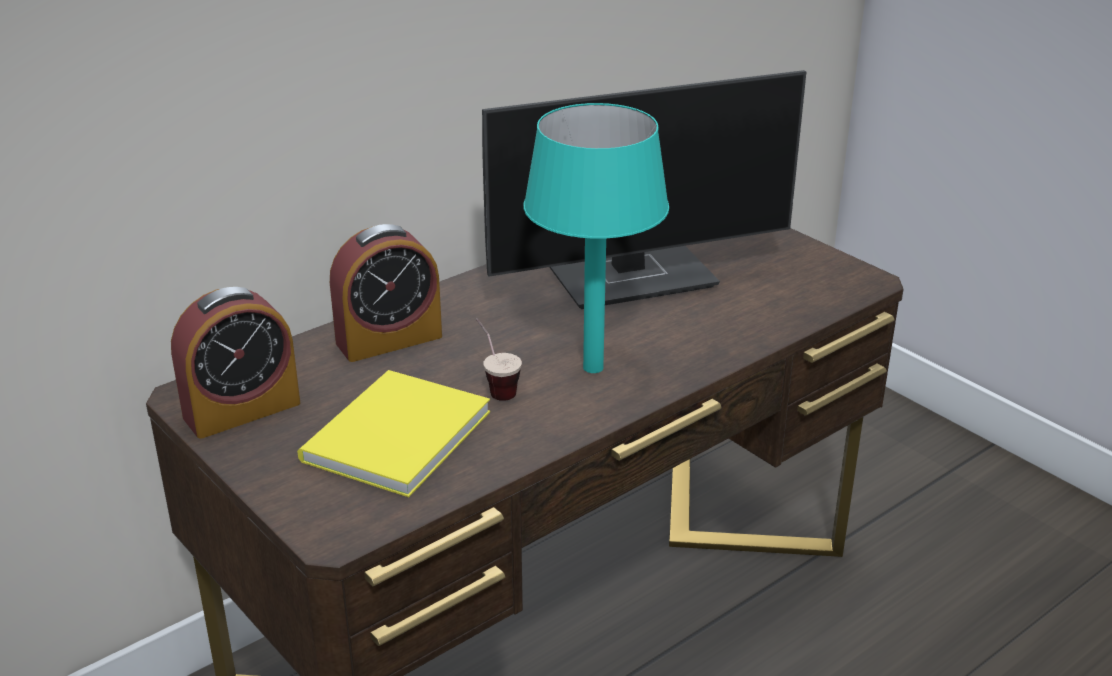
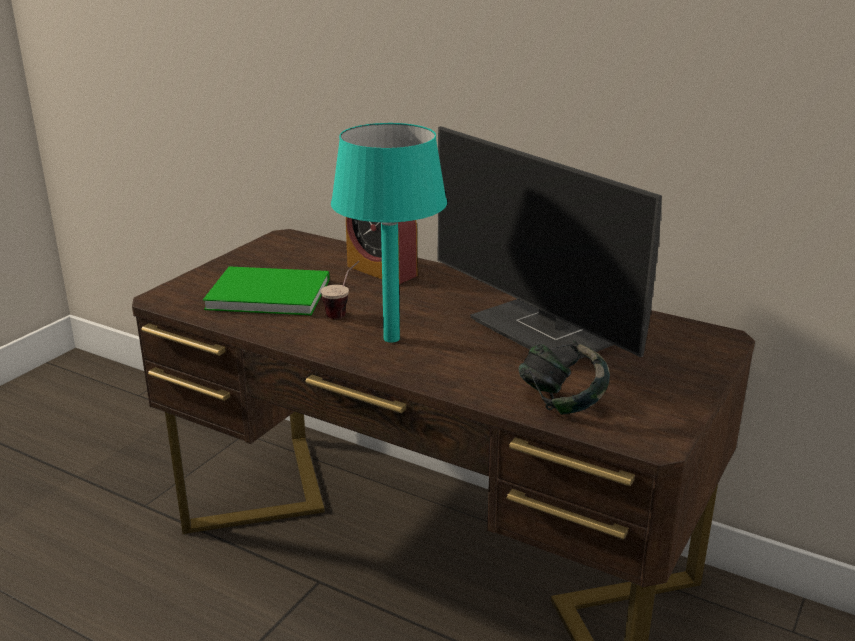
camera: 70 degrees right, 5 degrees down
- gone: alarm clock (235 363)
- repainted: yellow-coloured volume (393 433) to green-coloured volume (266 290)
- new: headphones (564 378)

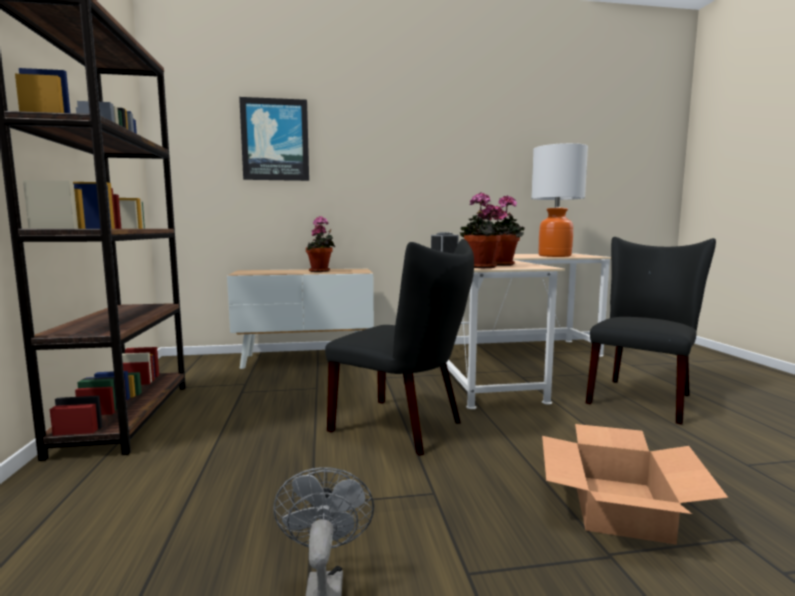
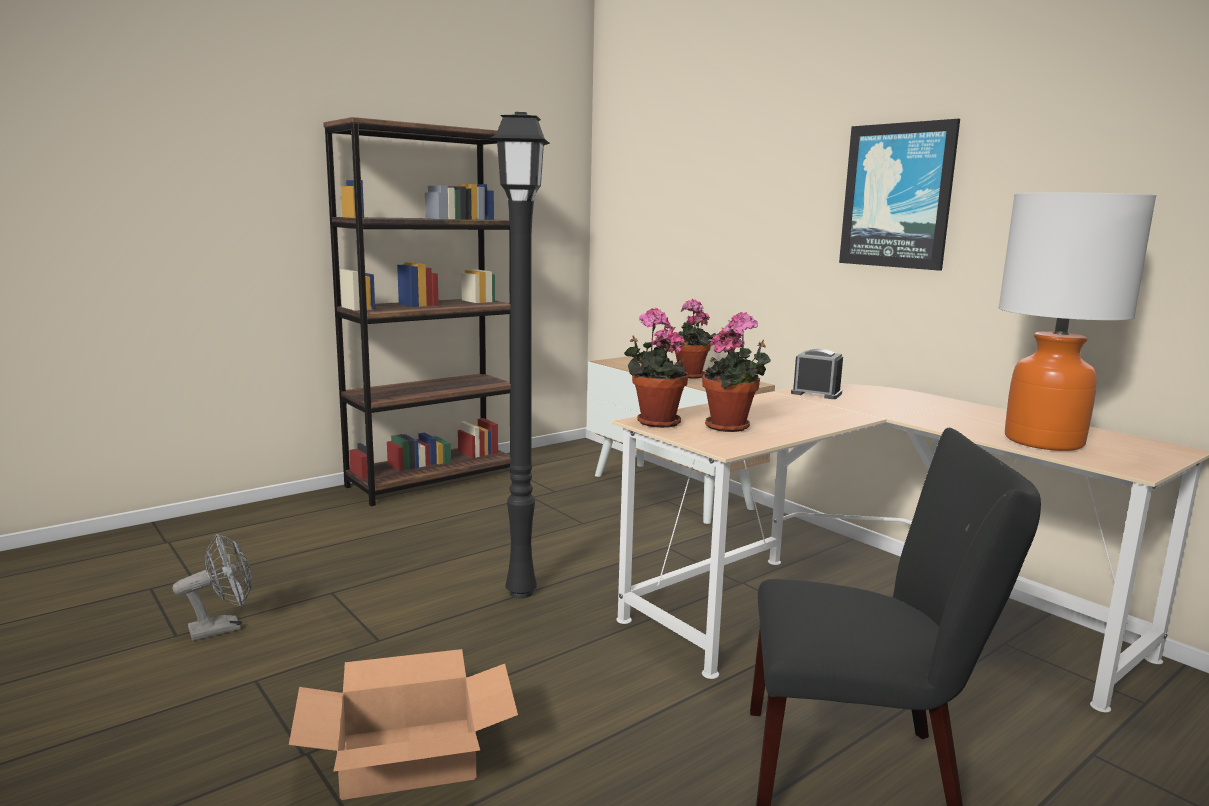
camera: 60 degrees right, 5 degrees up
- shifted: wall art (274 139) to (899 195)
- swapped: blackish upright chair (399 347) to blackish standard lamp (520 355)

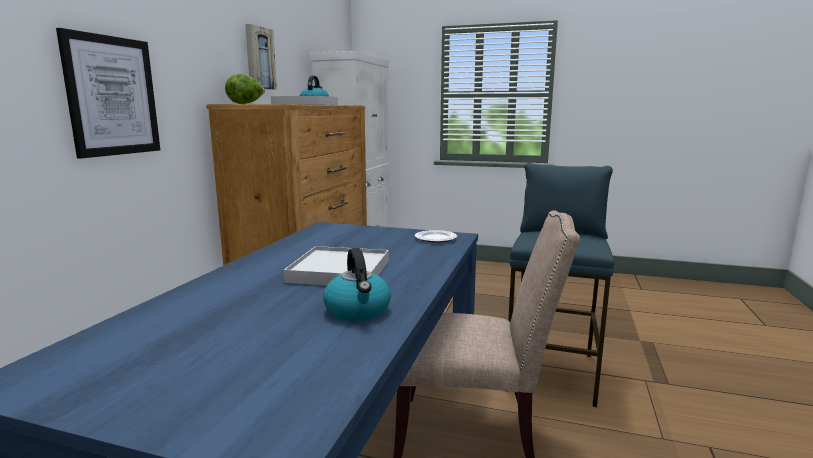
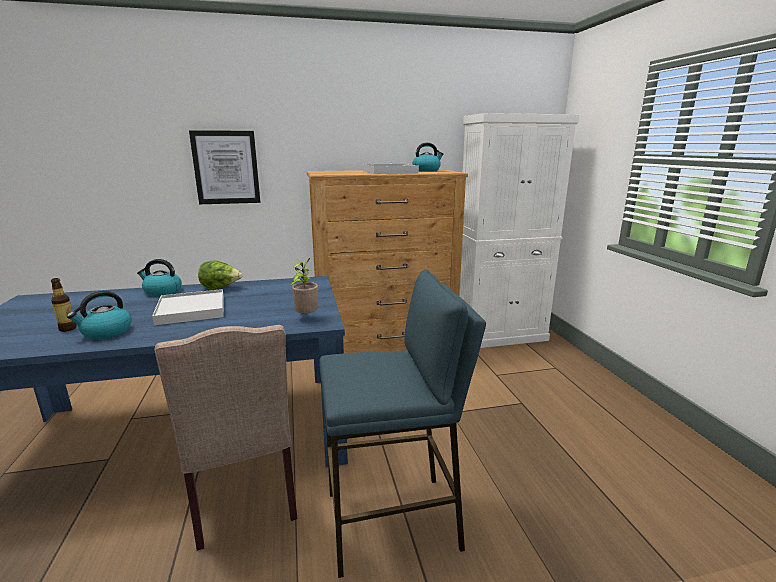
camera: 60 degrees right, 5 degrees up
- gone: wall art (261 57)
- shifted: lettuce head (245 89) to (220 274)
- swapped: dinner plate (436 236) to plant in a pot (304 285)
- new: kettle (159 277)
- new: drink bottle (63 305)

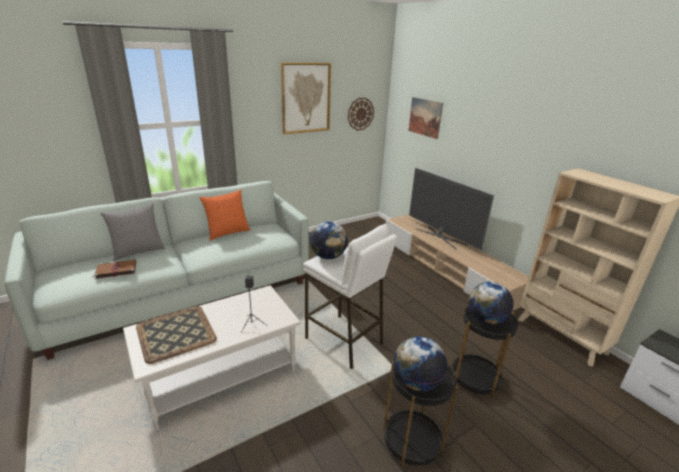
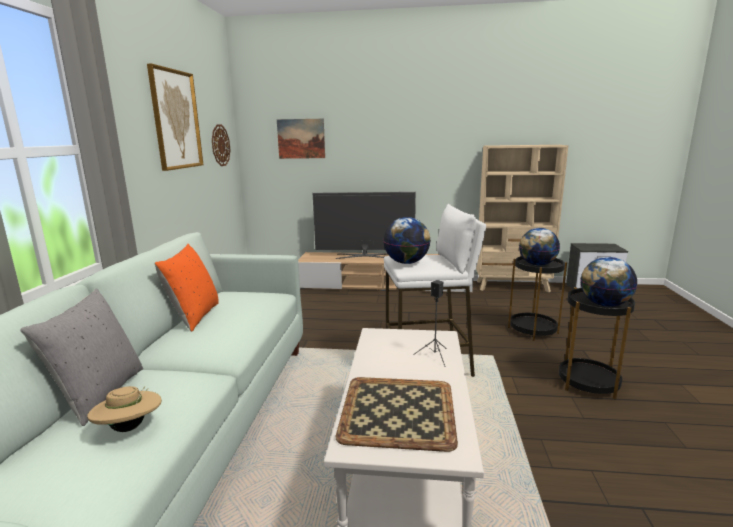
camera: 50 degrees left, 10 degrees down
- swapped: brown-coloured volume (115 269) to beige wearable hat (124 409)

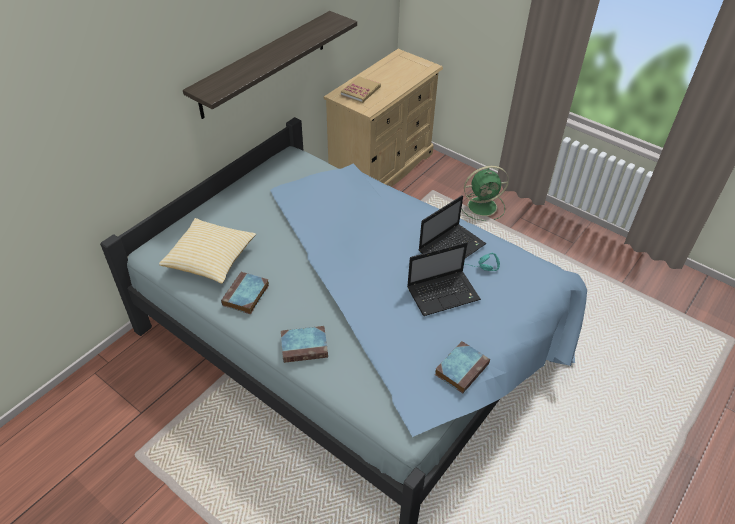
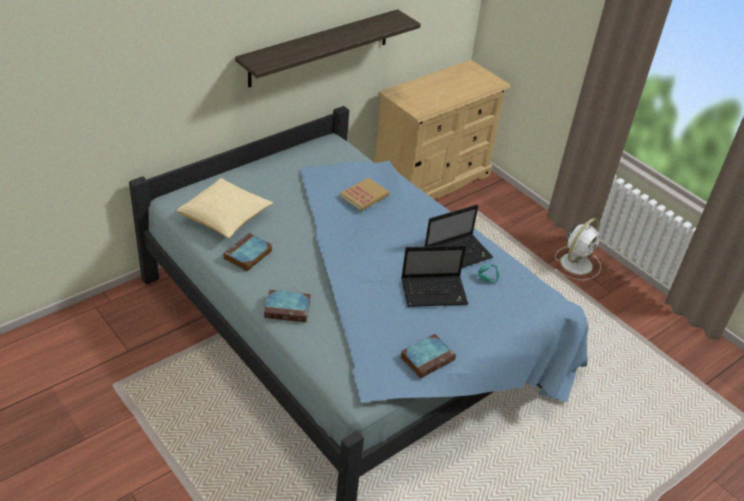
camera: 10 degrees right, 5 degrees down
- shifted: volume (361 89) to (365 194)
- gone: green-coloured cooling fan (485 193)
- new: whitish cooling fan (578 249)

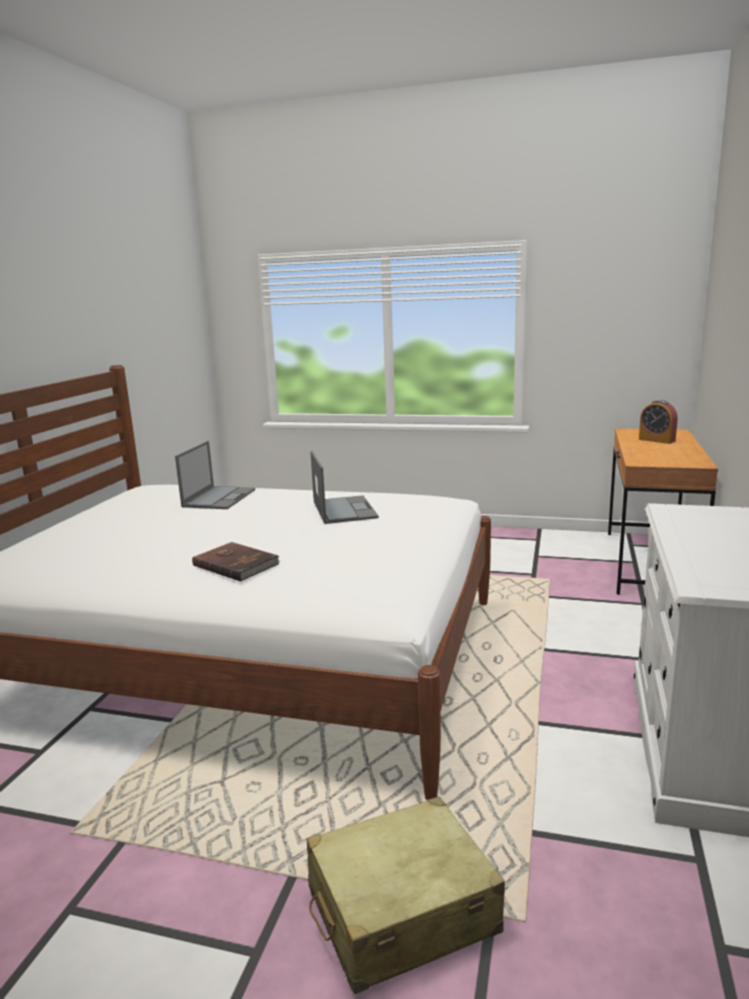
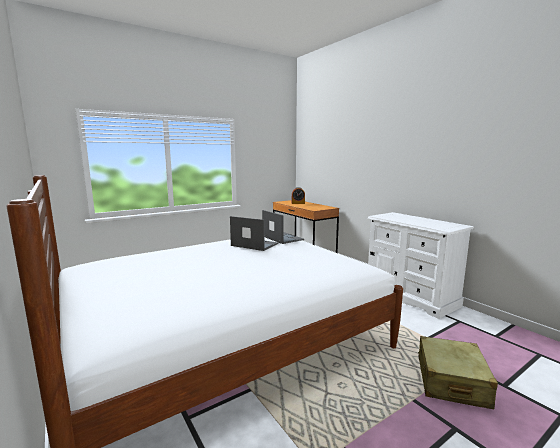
camera: 50 degrees left, 5 degrees down
- shifted: laptop (215 475) to (283 227)
- gone: brown-coloured volume (236 562)

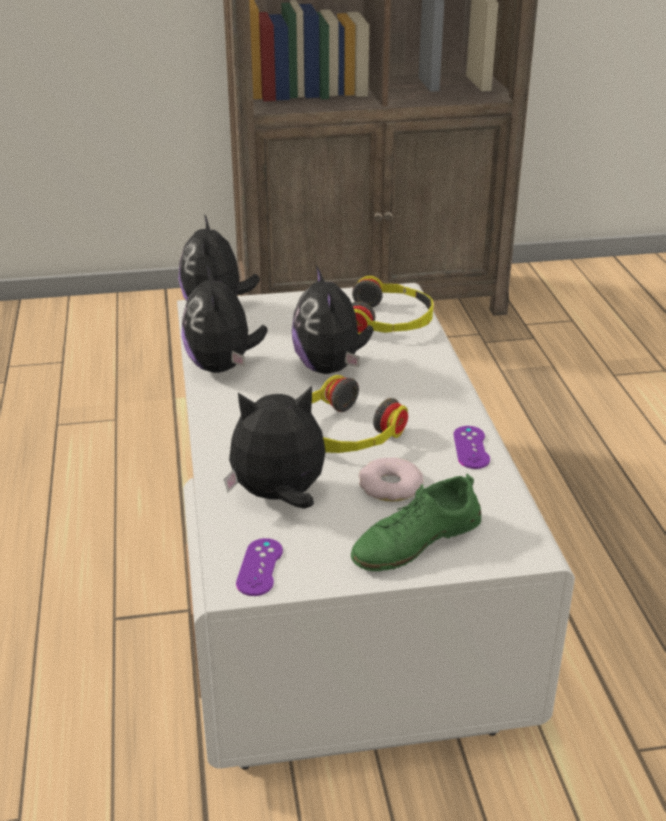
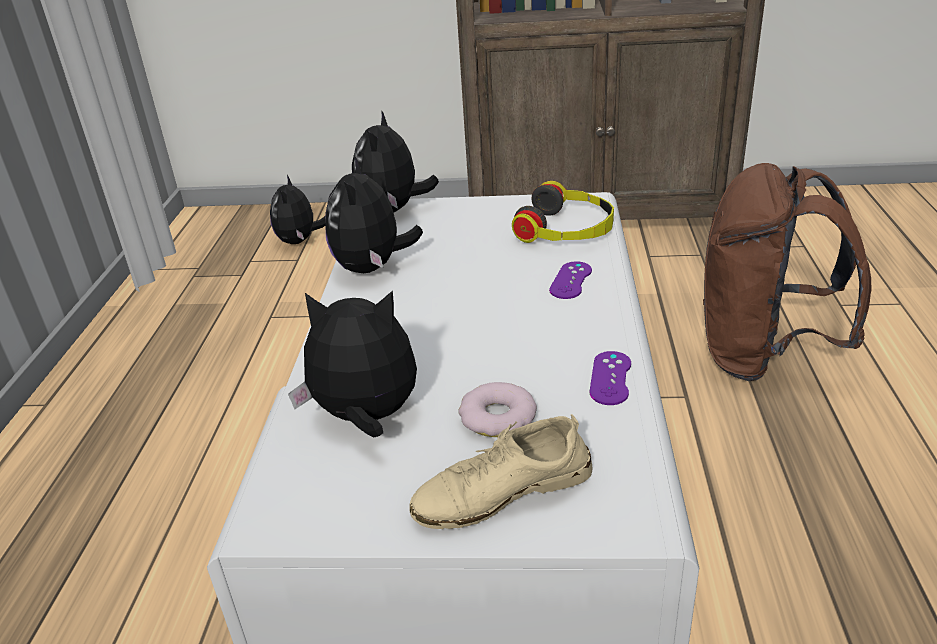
camera: 15 degrees right, 0 degrees up
- shifted: soft toy (333 319) to (297 209)
- gone: headphones (360 414)
- repainted: green-coloured item of footwear (416 522) to beige item of footwear (501 471)
- shifted: purple gamepad (259 567) to (570 280)
- new: brown-coloured backpack (787 272)

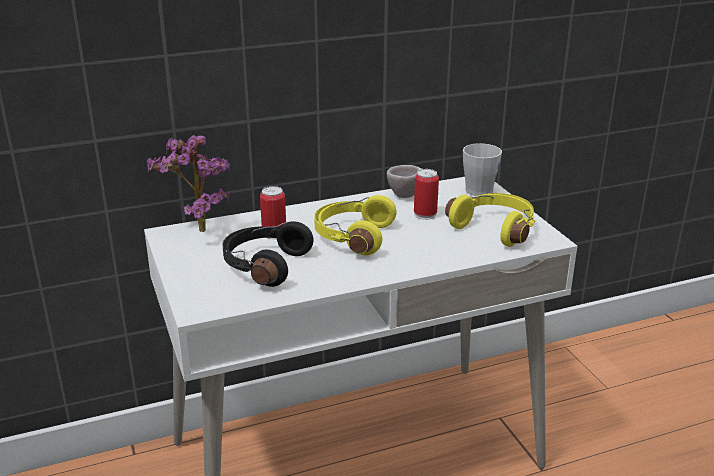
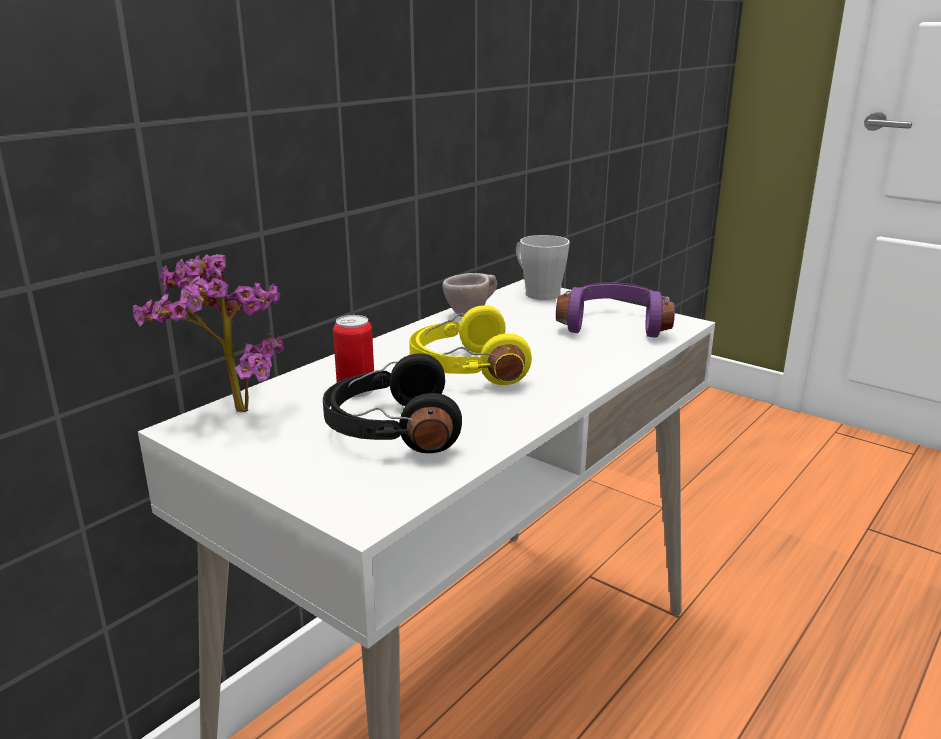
camera: 30 degrees left, 5 degrees down
- gone: metal can (426 194)
- repainted: yellow-coloured headphones (490 220) to purple headphones (615 310)

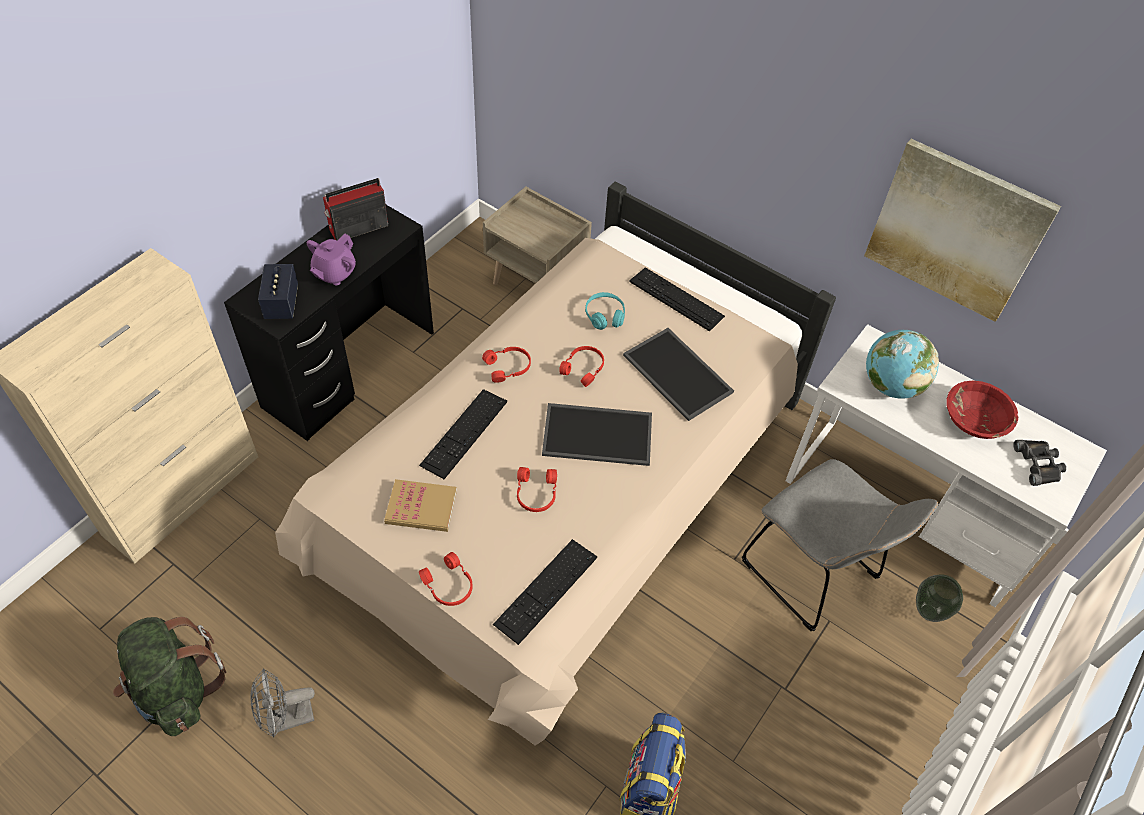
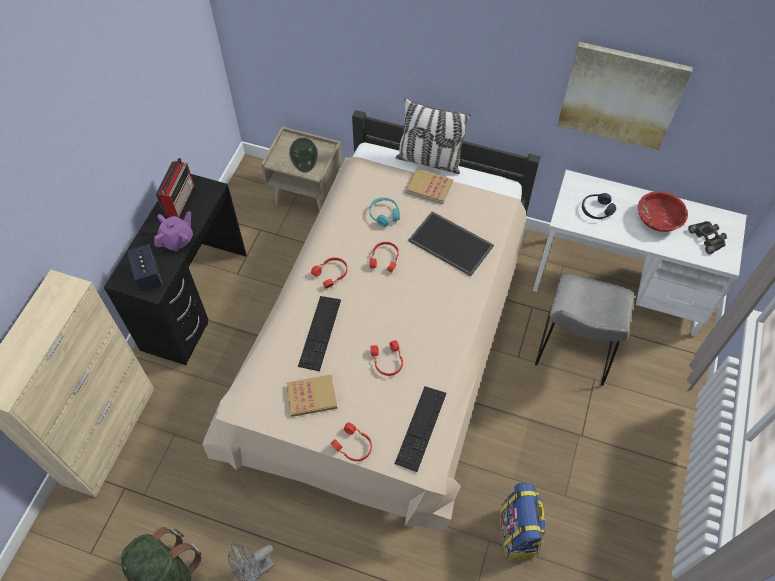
camera: 15 degrees left, 5 degrees up
- rotated: radio receiver (355 209) = (175 188) 150 degrees clockwise
- rotated: purple pot for tea (331 259) = (173 231) 150 degrees counterclockwise
- swapped: computer keyboard (677 299) to volume (429 186)
- swapped: globe (902 364) to purple headphones (599 206)
- gone: serving tray (597 434)
- rotated: gray upright chair (840 545) = (584 329) 75 degrees clockwise
- shifted: decorative vase (939 598) to (303 155)
- new: cushion (433 136)

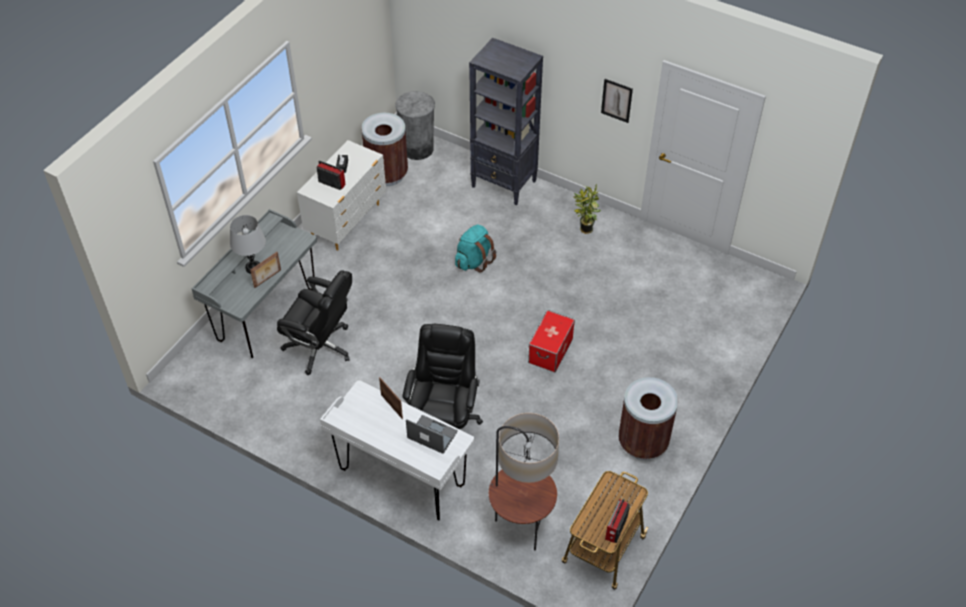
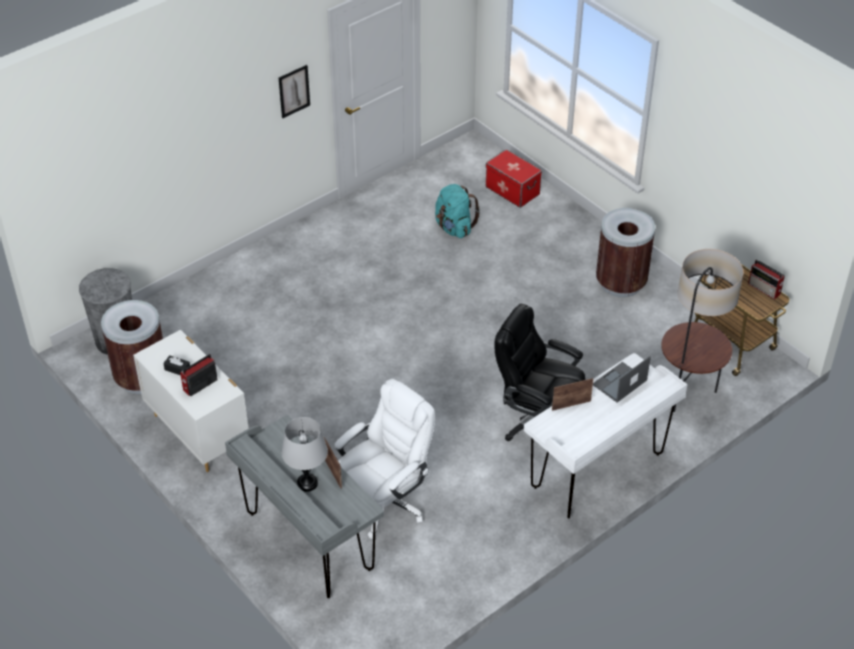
camera: 70 degrees left, 5 degrees down
- gone: blackish bookcase (506 122)
- gone: plant in a pot (587 209)
- shifted: turquoise-coloured backpack (475 248) to (457 211)
- repainted: blackish desk chair (314 322) to whitish desk chair (384 459)
- shifted: storage bin (551 341) to (514 178)

